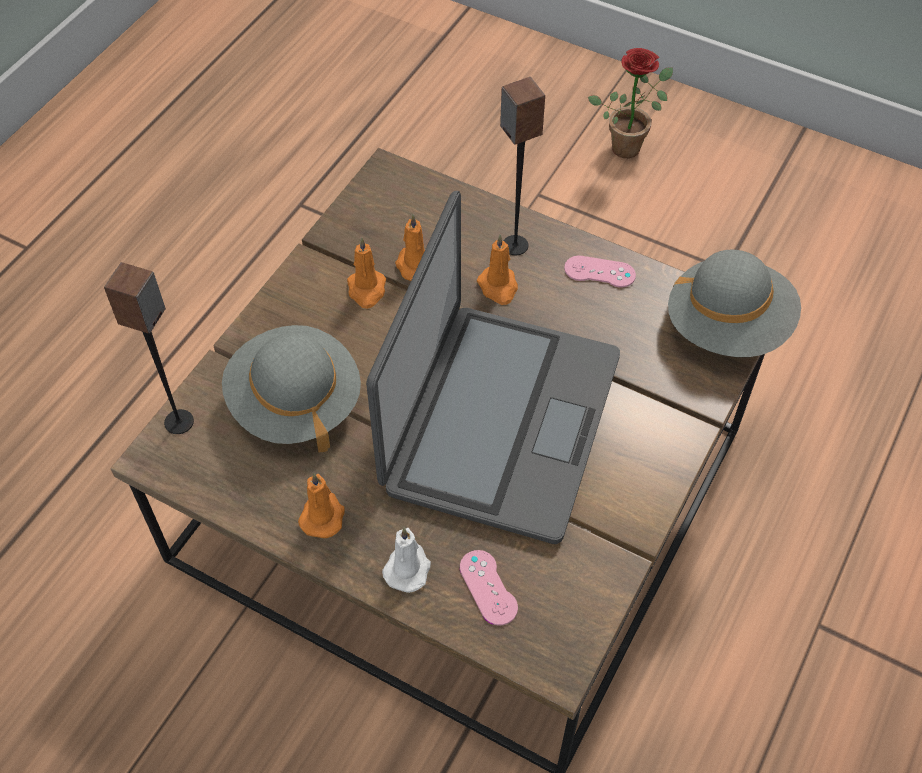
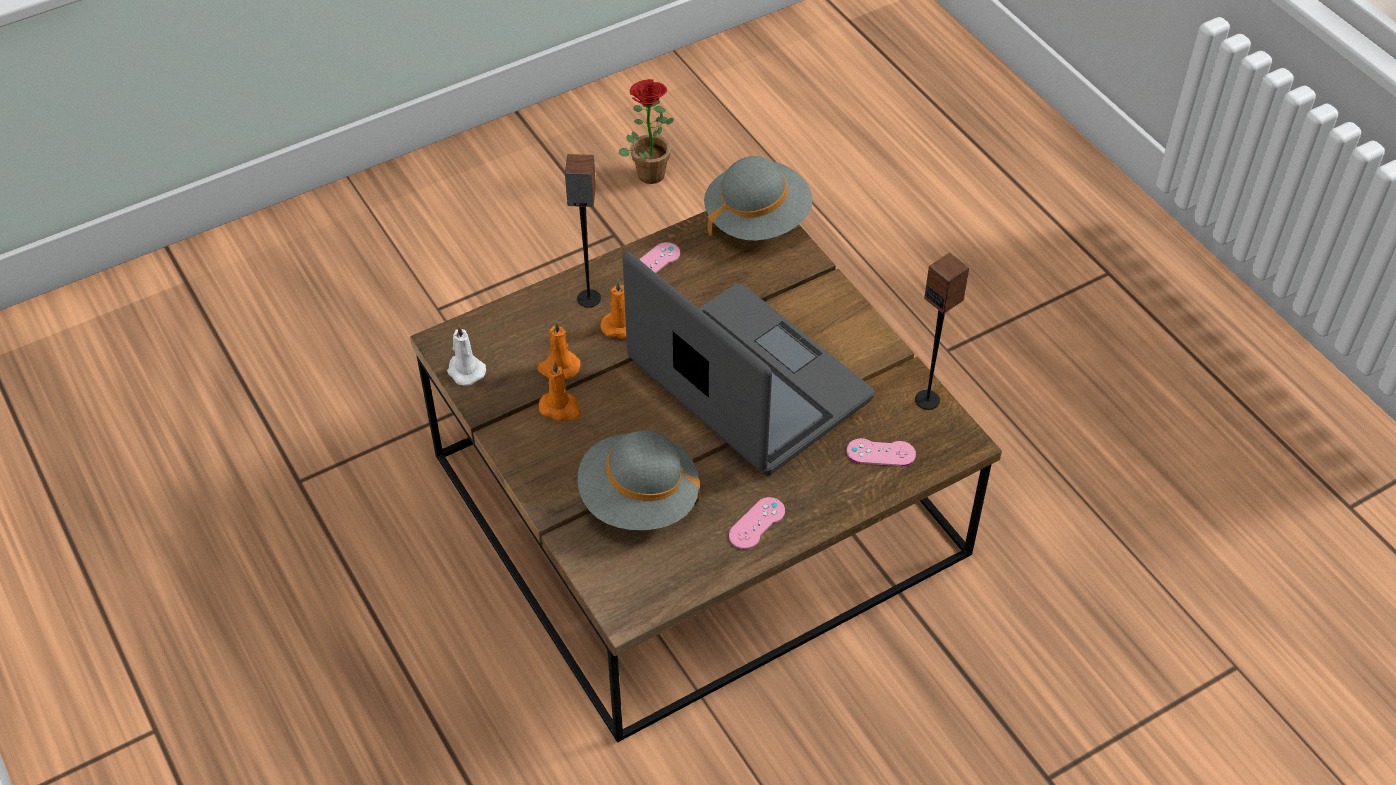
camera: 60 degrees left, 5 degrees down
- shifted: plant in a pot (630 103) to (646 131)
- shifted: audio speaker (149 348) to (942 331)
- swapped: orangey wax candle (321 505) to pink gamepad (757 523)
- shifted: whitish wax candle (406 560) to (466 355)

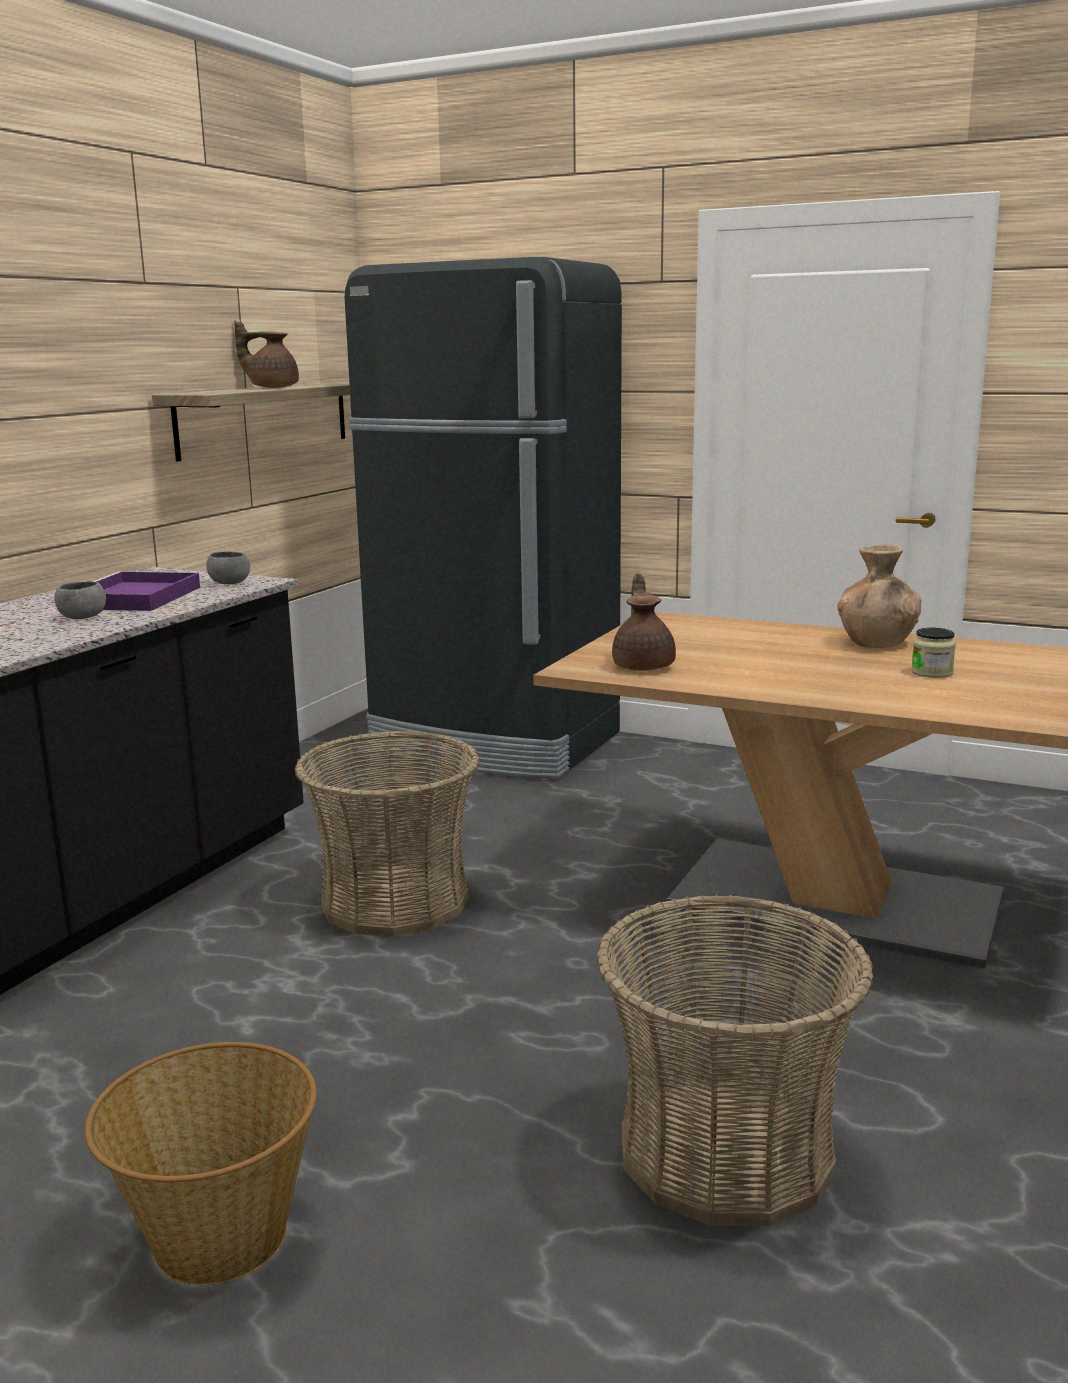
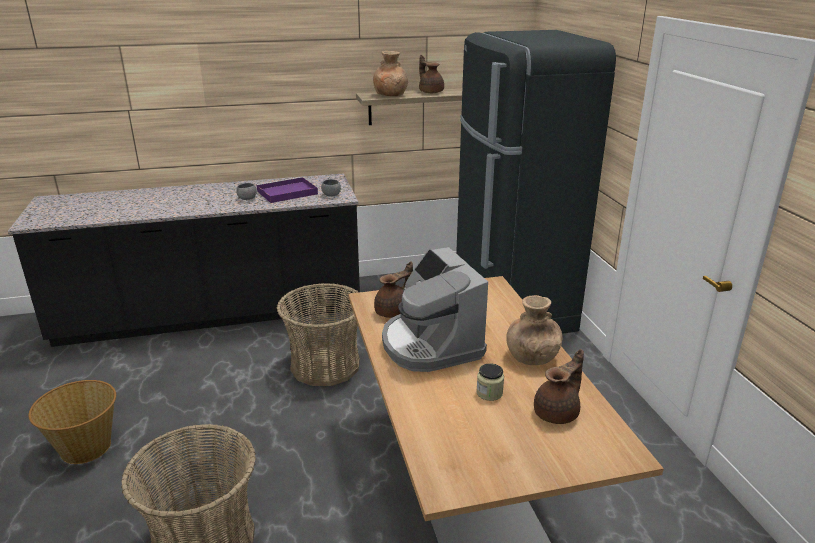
camera: 50 degrees right, 10 degrees up
- new: brown-coloured decorative vase (390 73)
- new: coffee machine (435 309)
- new: brown-coloured pot for tea (559 386)

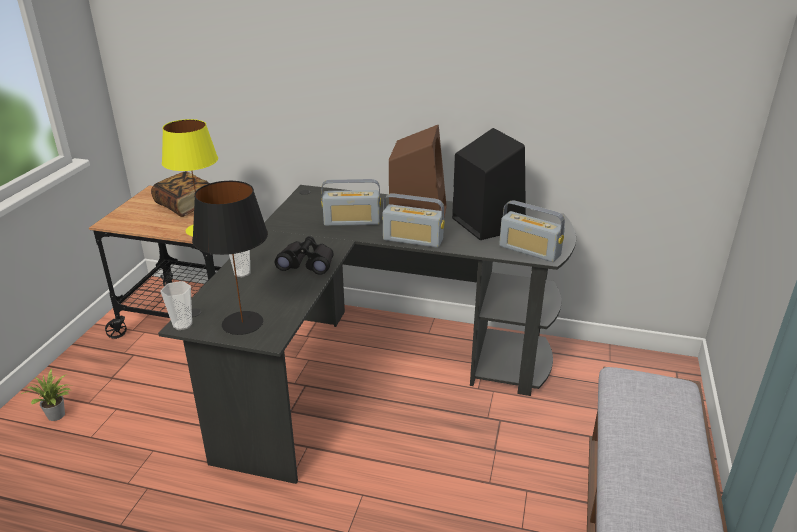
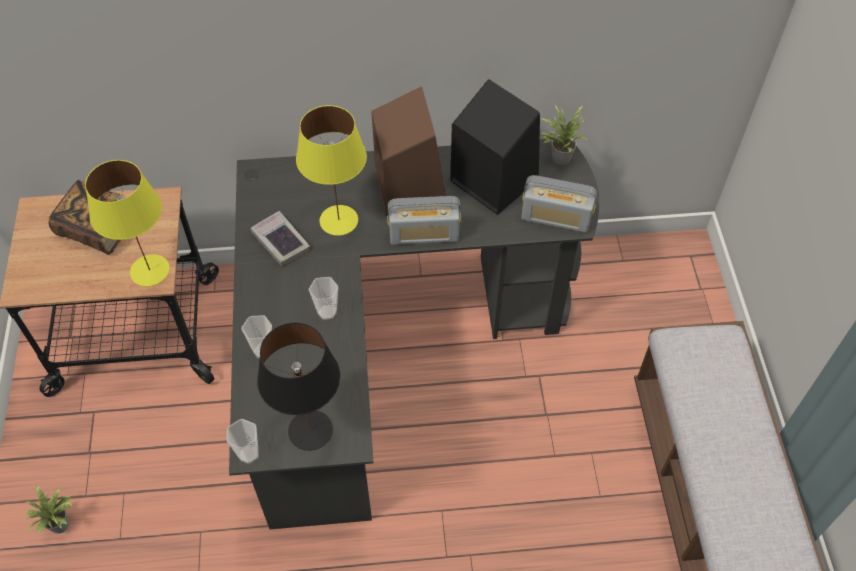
camera: 20 degrees left, 25 degrees up
- swapped: radio receiver (351 202) to yellow-coloured tabletop lamp (331 170)
- swapped: blackish field glasses (304 255) to drinking cup (323 298)
- new: plant in a pot (563 134)
- new: volume (280 238)

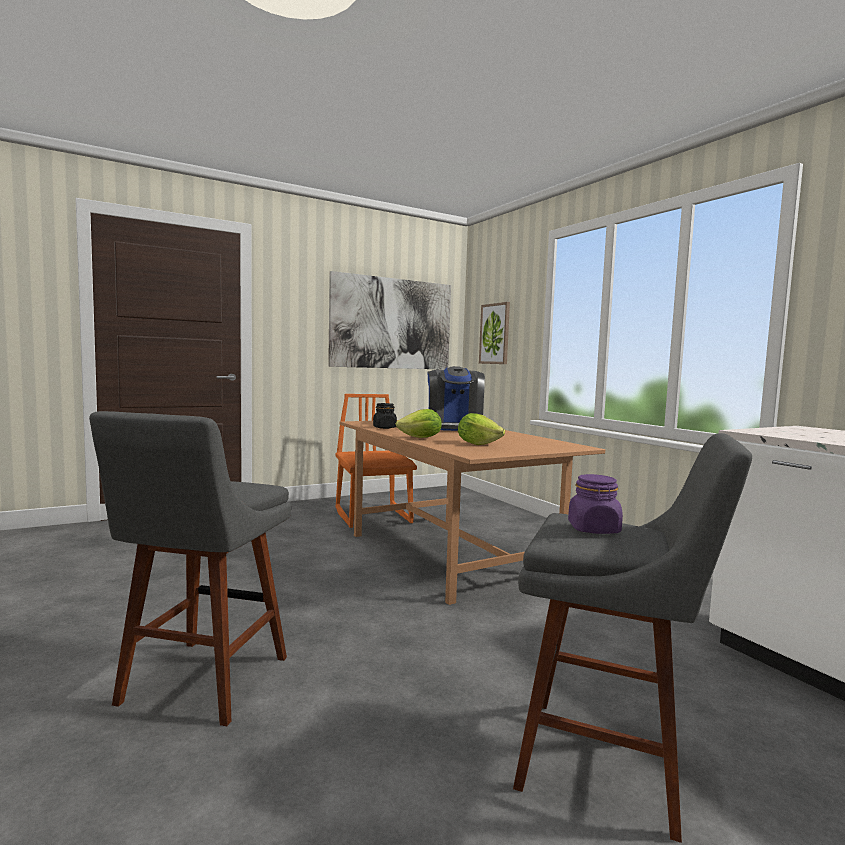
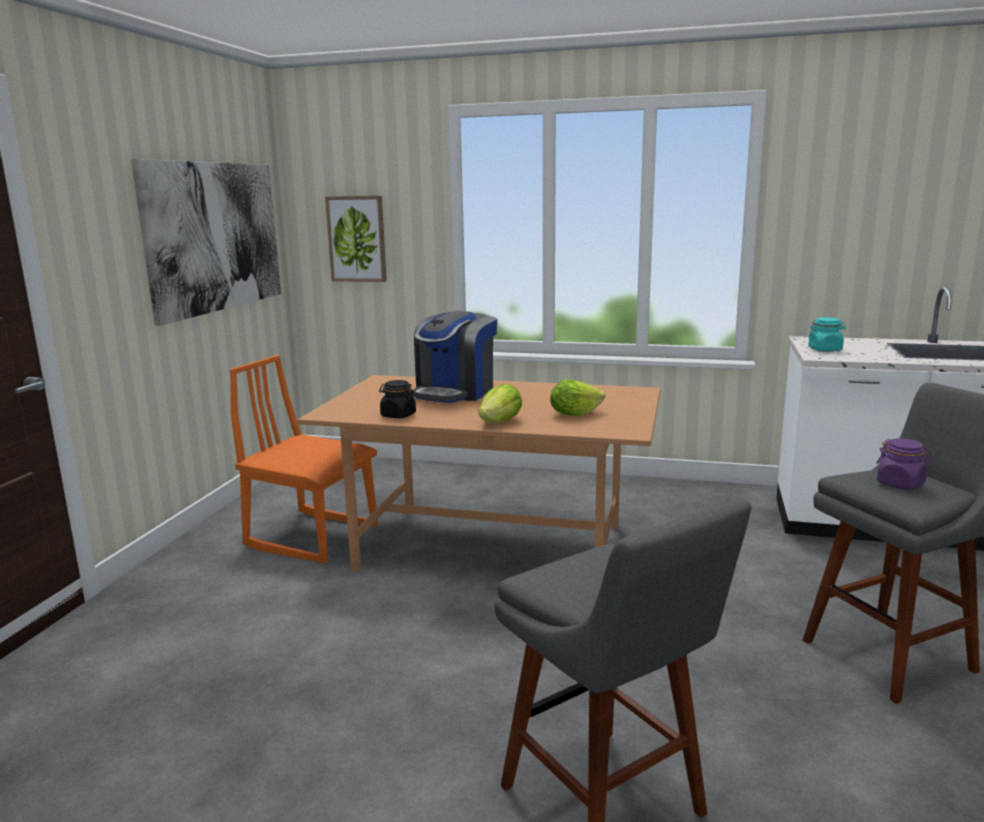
camera: 45 degrees left, 10 degrees up
- rotated: coffee machine (456 398) = (455 357) 75 degrees clockwise
- new: turquoise-coloured jar (827 335)

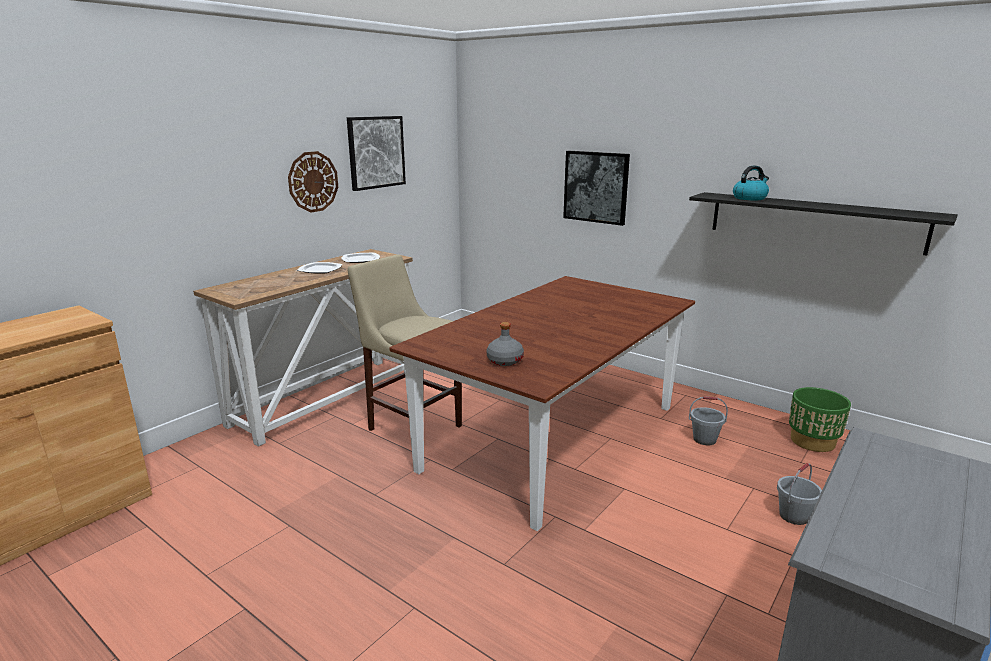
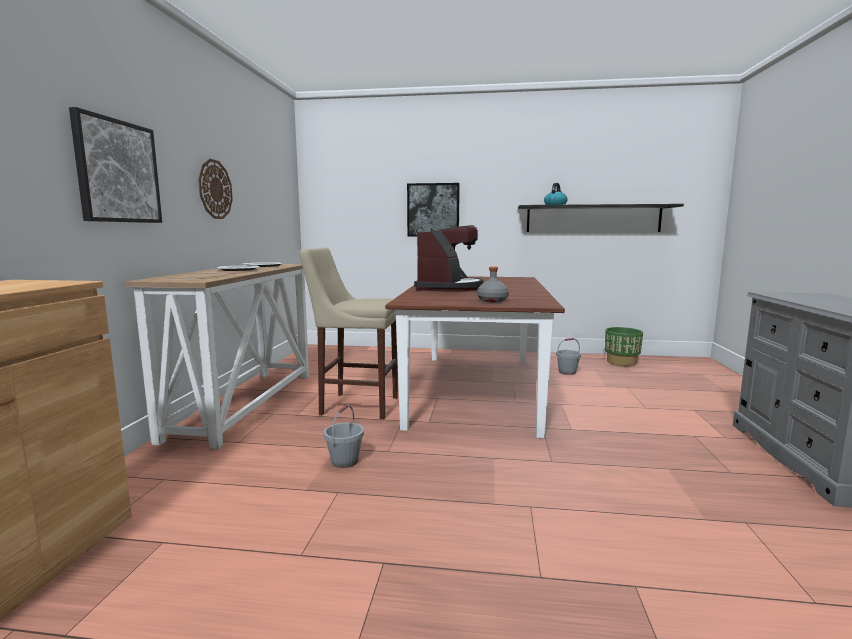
camera: 30 degrees left, 10 degrees down
- shifted: wall art (376 153) to (115 165)
- shifted: gray pail (799 494) to (344 436)
- new: coffee machine (449 258)

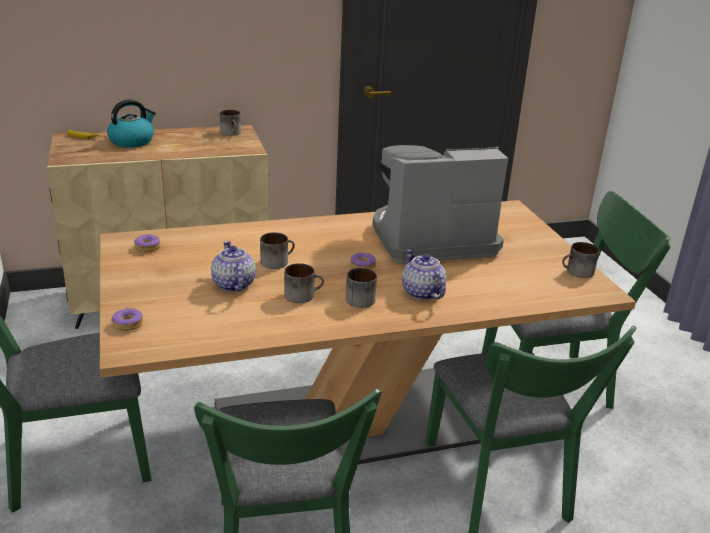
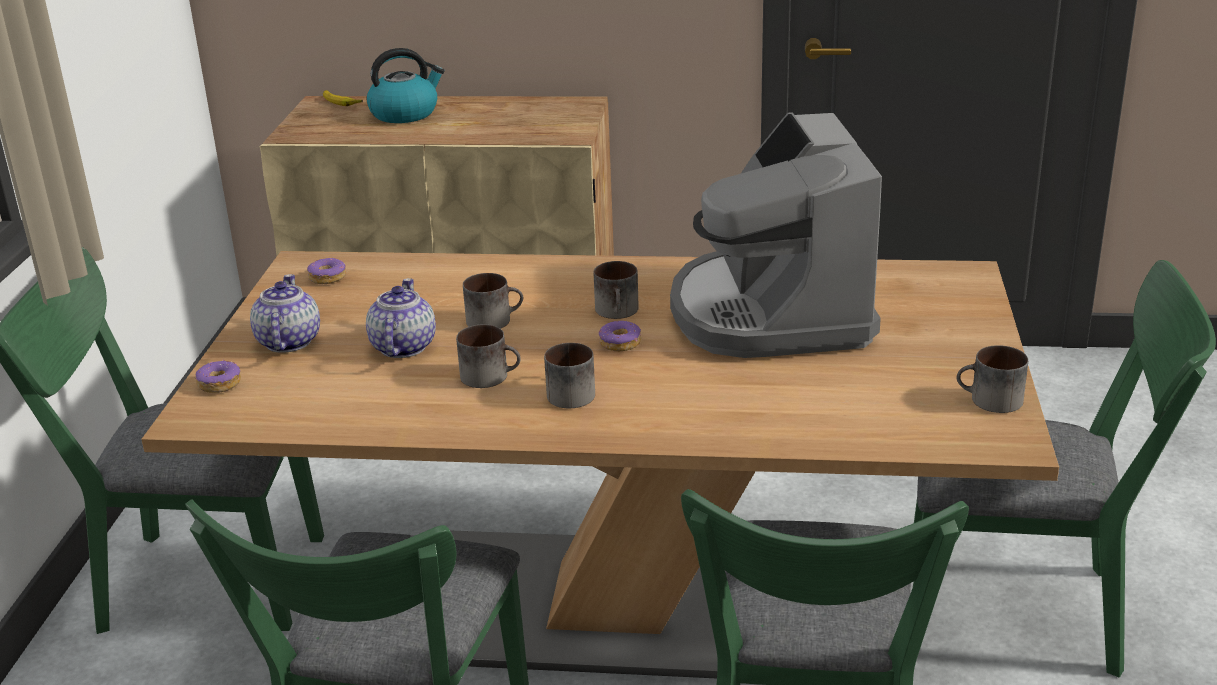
camera: 25 degrees right, 0 degrees up
- shifted: coffee mug (230 123) to (616 290)
- rotated: coffee machine (440 204) = (776 235) 105 degrees counterclockwise
- shifted: pot for tea (424 274) to (285 313)

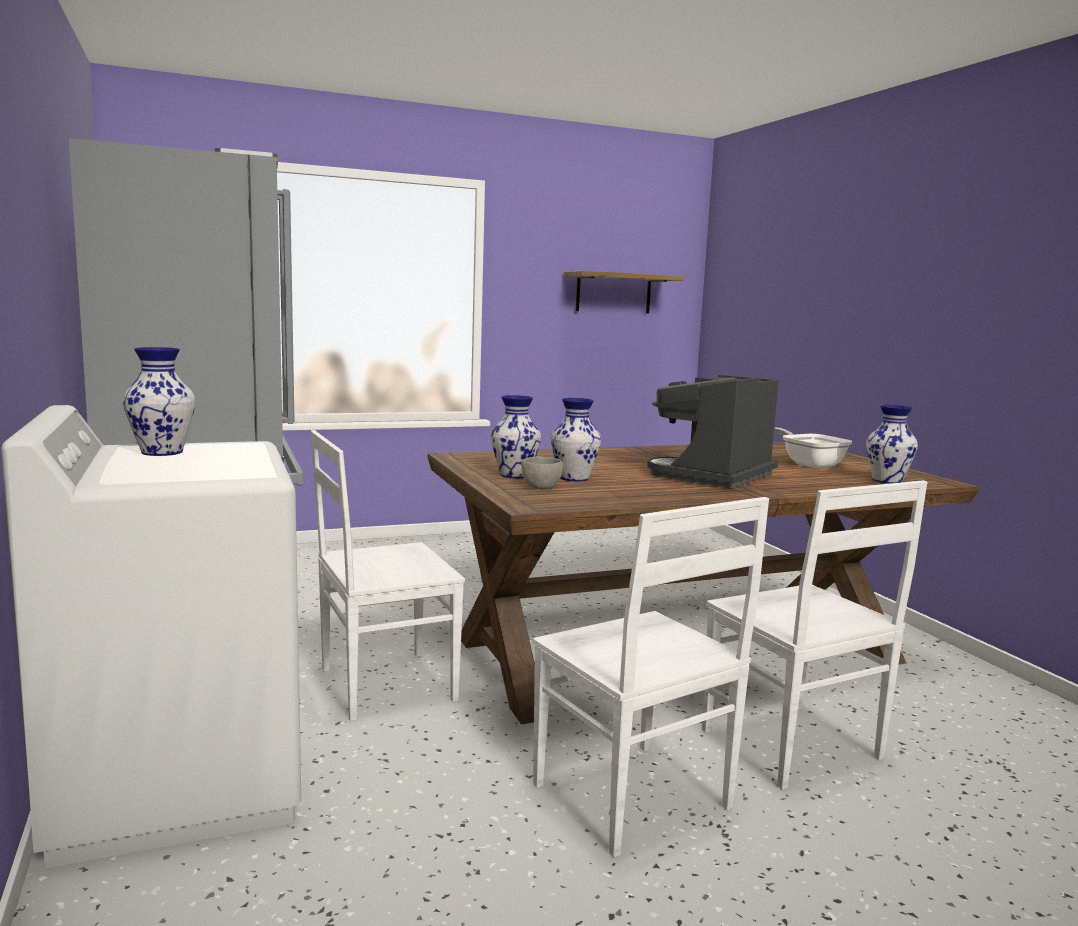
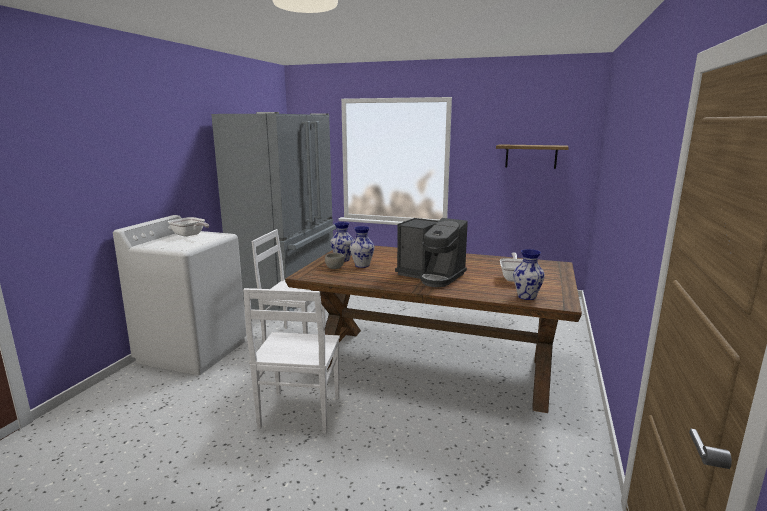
camera: 40 degrees right, 5 degrees up
- swapped: decorative vase (159 401) to pan (188 227)
- rotated: coffee machine (713 432) = (431 252) 135 degrees counterclockwise
- gone: whitish upright chair (815 635)

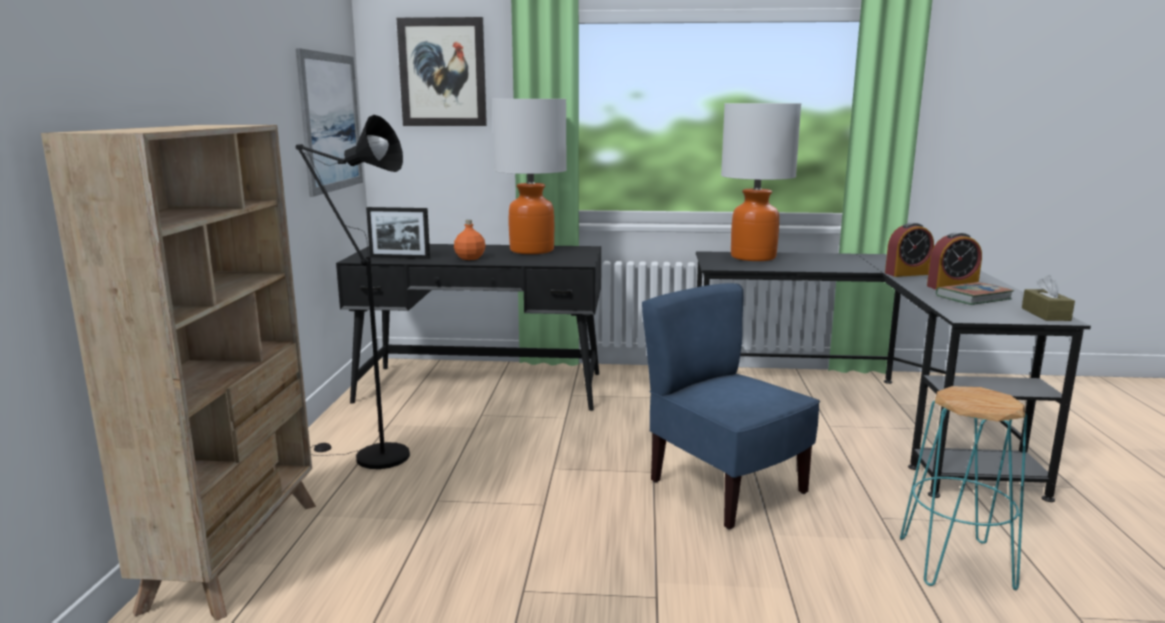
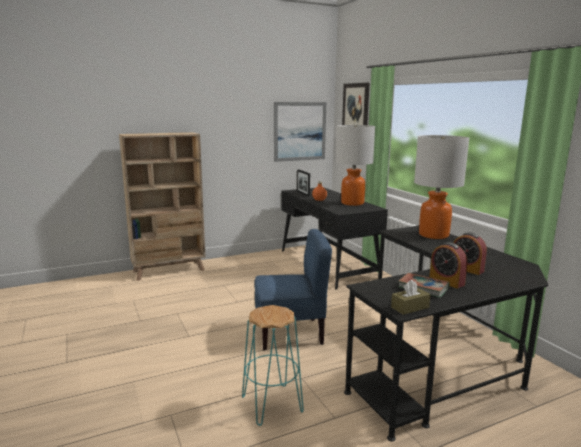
camera: 60 degrees right, 0 degrees up
- gone: blackish standard lamp (352 292)
- rotated: blue-coloured upright chair (731 406) = (293 290) 60 degrees clockwise

